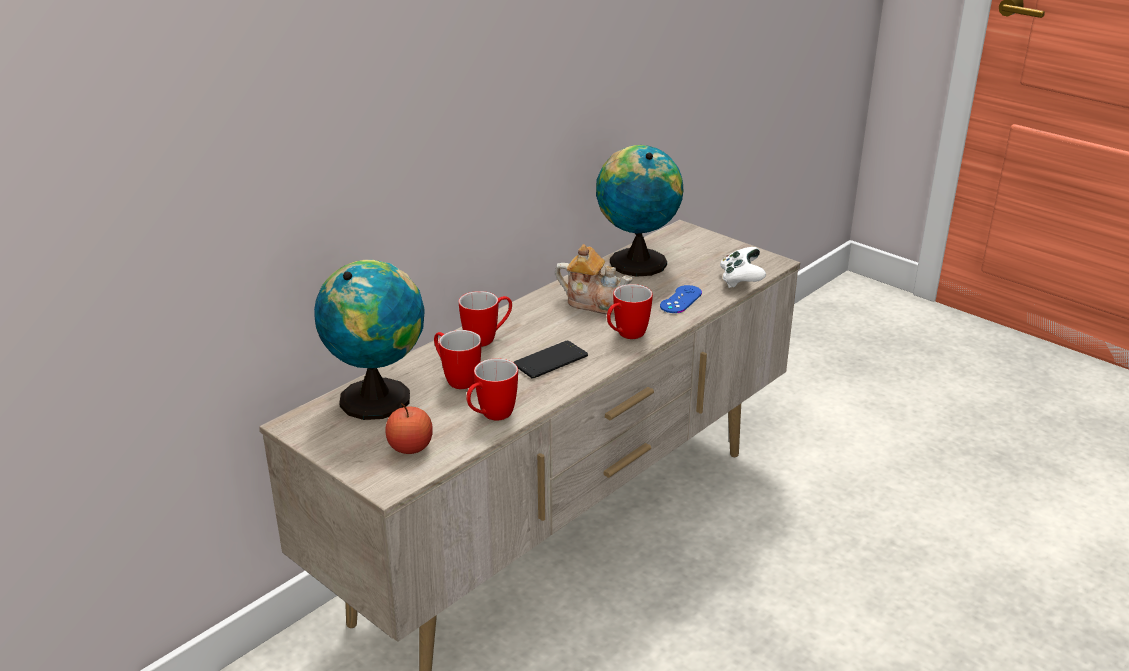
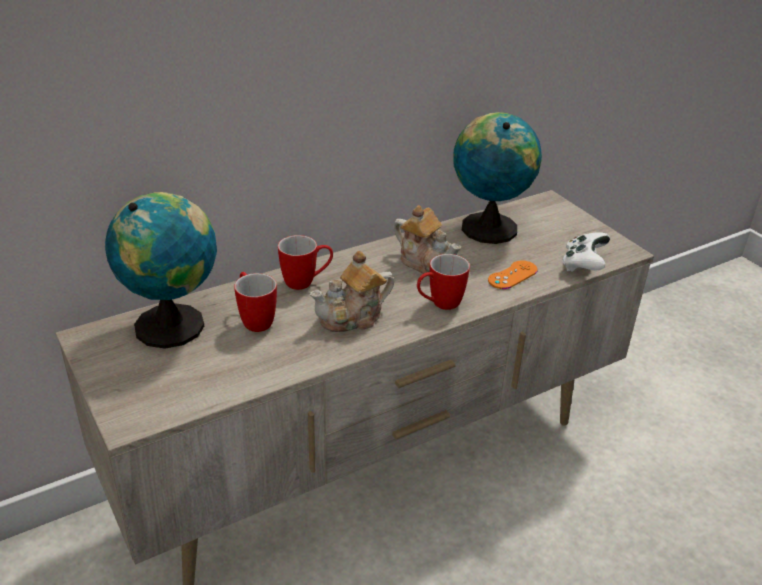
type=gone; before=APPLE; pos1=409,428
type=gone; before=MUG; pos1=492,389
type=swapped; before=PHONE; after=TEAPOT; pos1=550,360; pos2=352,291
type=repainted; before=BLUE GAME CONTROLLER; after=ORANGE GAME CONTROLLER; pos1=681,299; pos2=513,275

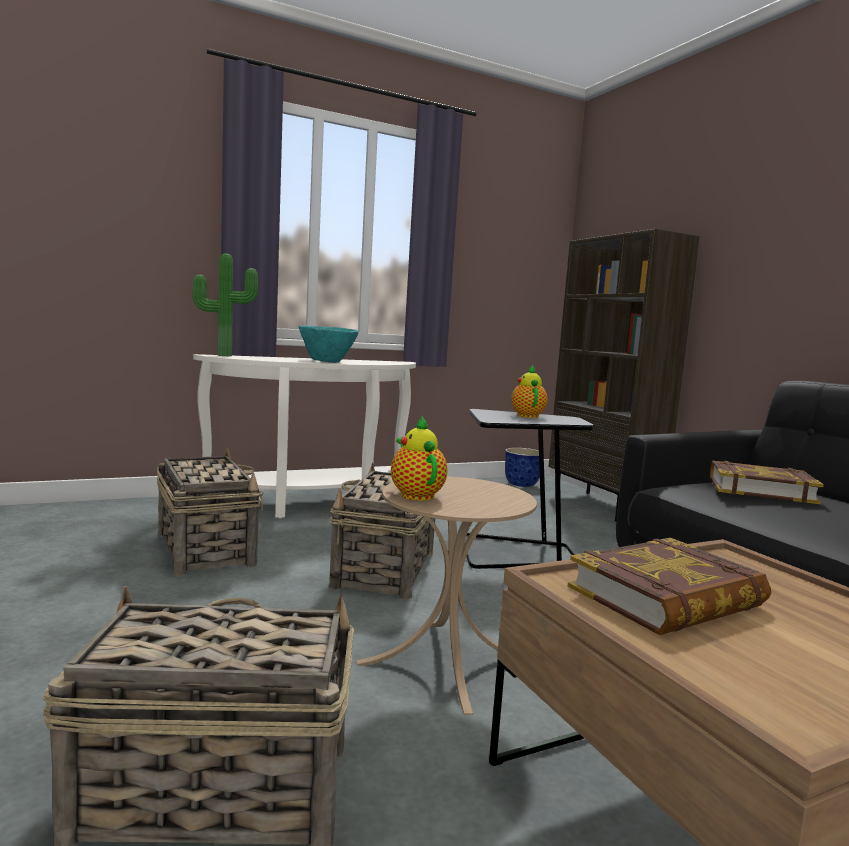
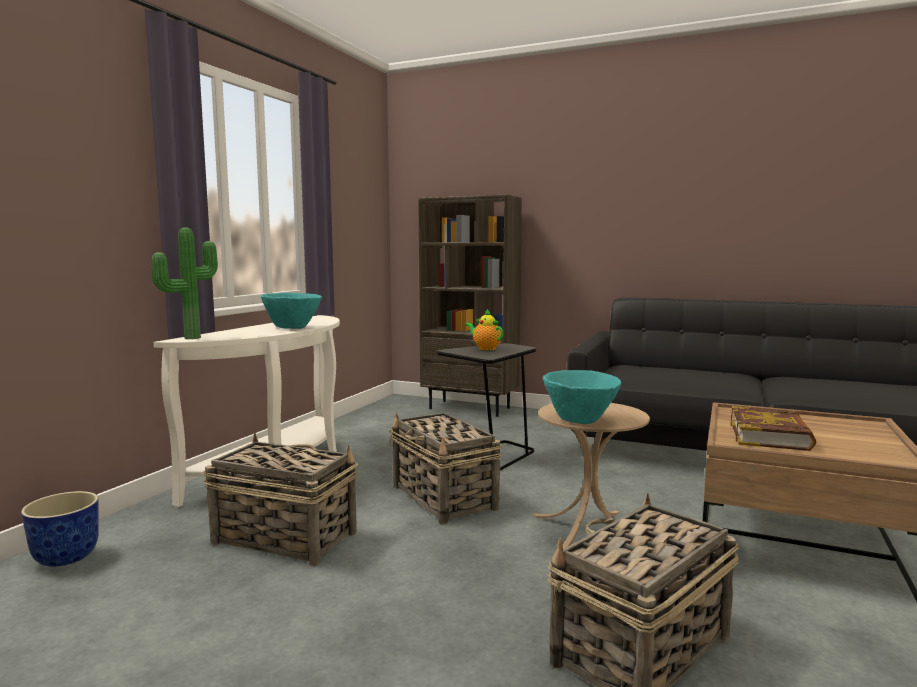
type=gone; before=BOOK; pos1=767,482
type=shifted; before=PLANTER; pos1=522,467; pos2=60,529
type=swapped; before=TEAPOT; after=TURQUOISE BOWL; pos1=419,458; pos2=582,397

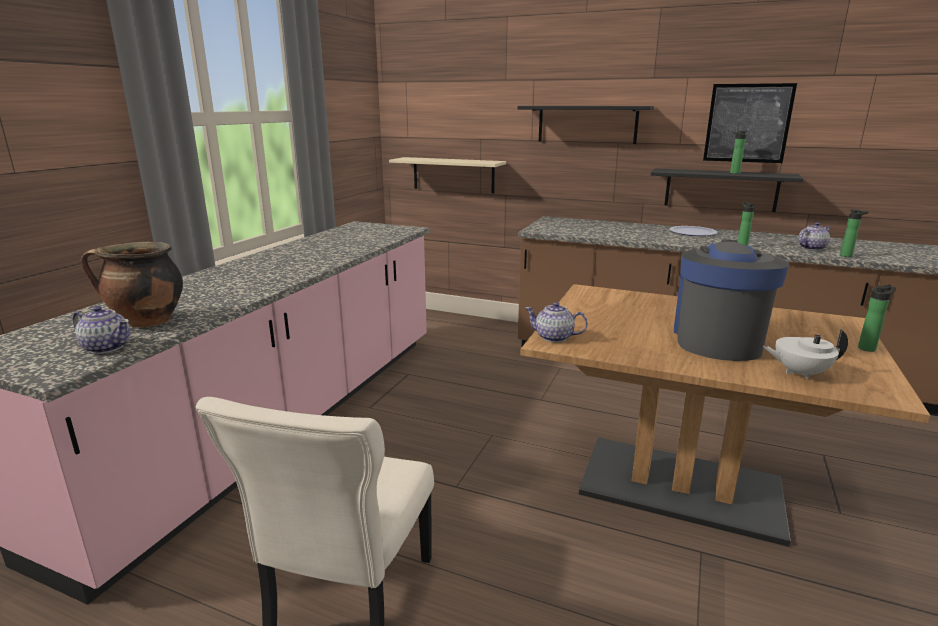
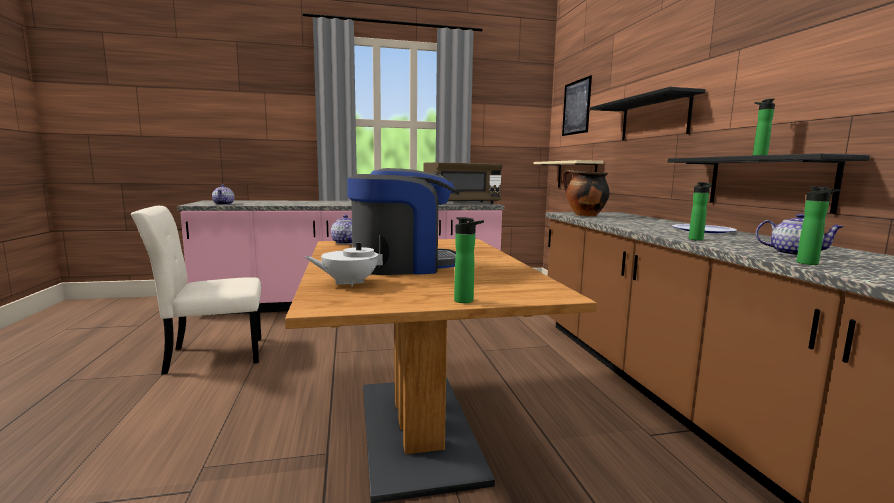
type=new; after=BROWN MICROWAVE; pos2=463,183
type=shifted; before=COOKING POT; pos1=132,284; pos2=586,193
type=shifted; before=PICTURE; pos1=750,123; pos2=577,105
type=rotated; before=WHITE TEAPOT; pos1=805,354; pos2=347,260; turn=-75

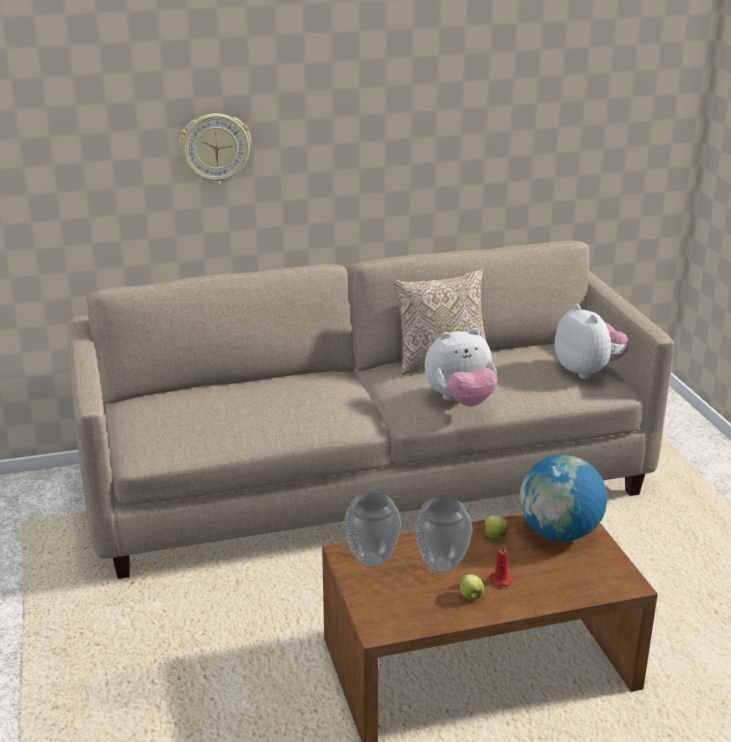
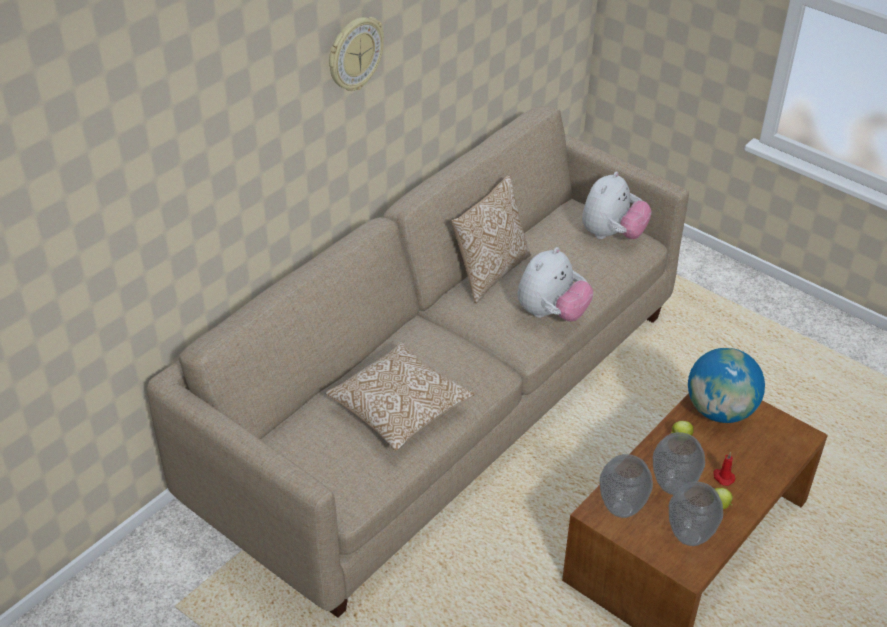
type=new; after=PILLOW; pos2=400,396
type=new; after=VASE; pos2=696,513
type=shifted; before=WALL CLOCK; pos1=215,149; pos2=356,54
type=rotated; before=PLUSH TOY; pos1=591,341; pos2=617,205; turn=90

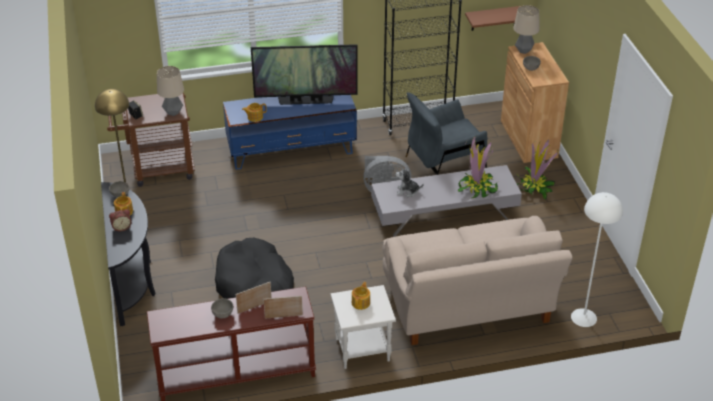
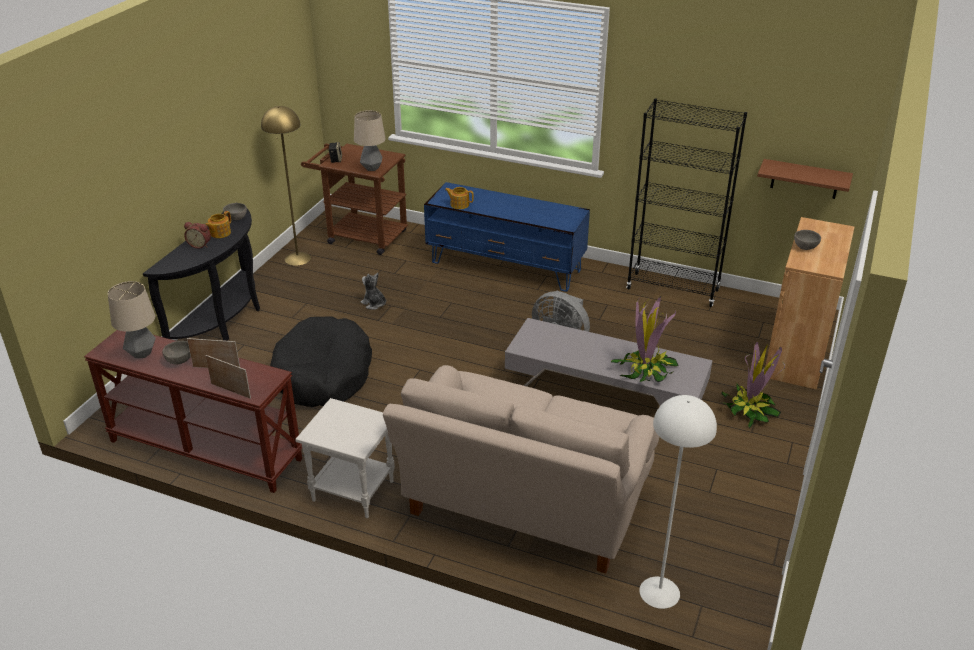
type=gone; before=TELEVISION; pos1=304,74
type=gone; before=TEAPOT; pos1=361,296
type=gone; before=GREY ARMCHAIR; pos1=446,133
type=shifted; before=PLUSH TOY; pos1=409,181; pos2=373,291
type=shifted; before=TABLE LAMP; pos1=526,29; pos2=132,319

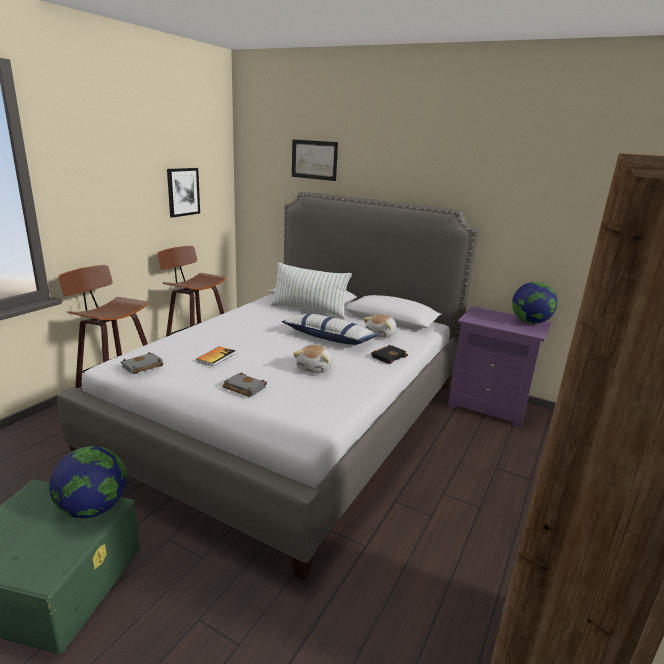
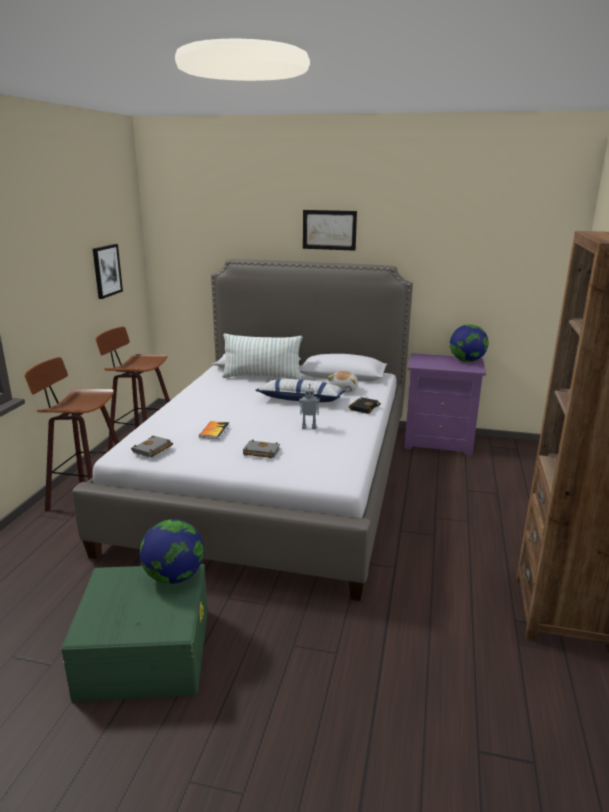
type=shifted; before=PICTURE; pos1=315,160; pos2=330,230
type=swapped; before=PLUSH TOY; after=TOY ROBOT; pos1=312,359; pos2=309,406

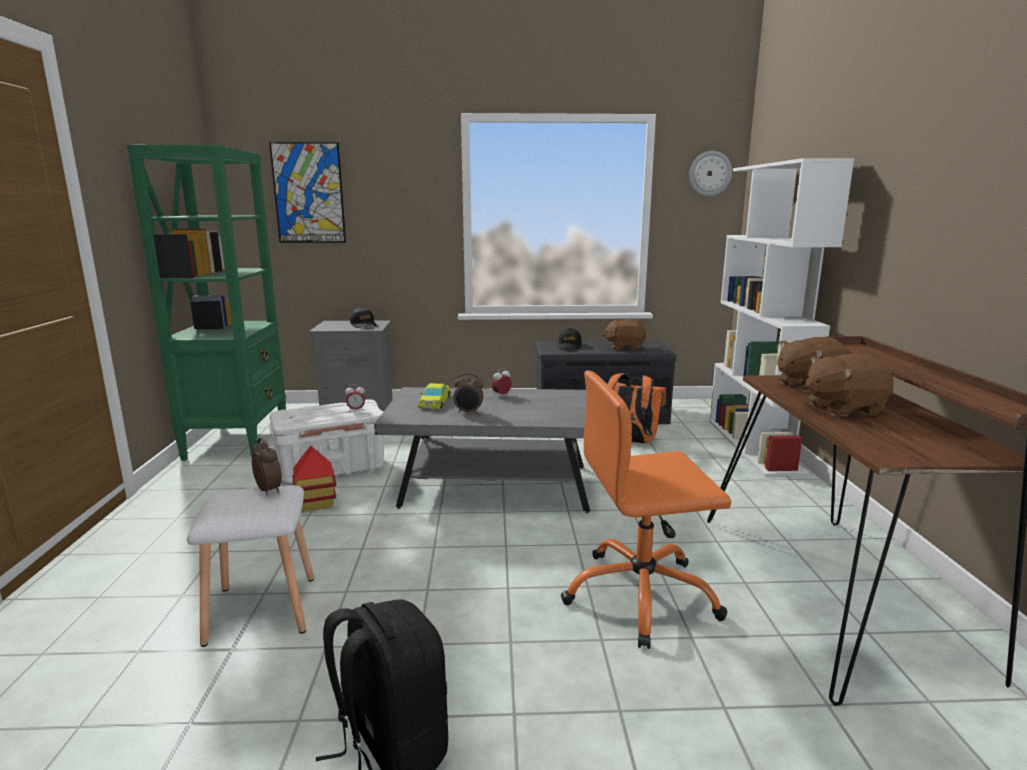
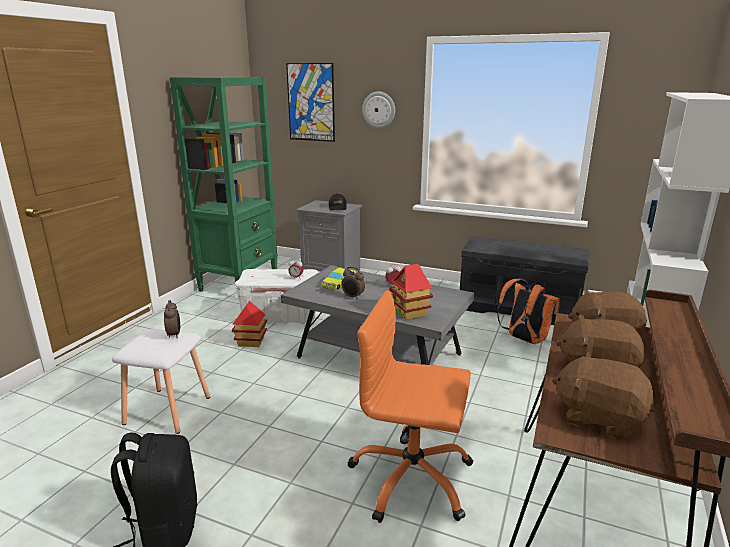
type=gone; before=BLACK CAP; pos1=570,338
type=new; after=TOY HOUSE; pos2=411,292
type=shifted; before=BROWN PLUSH TOY; pos1=624,335; pos2=603,395
type=shifted; before=WALL CLOCK; pos1=710,173; pos2=378,110

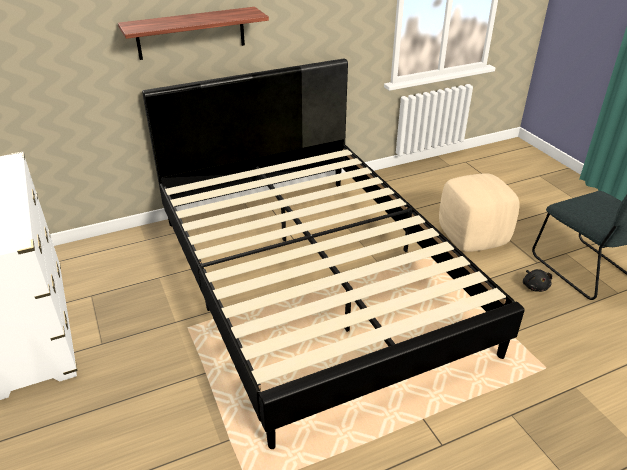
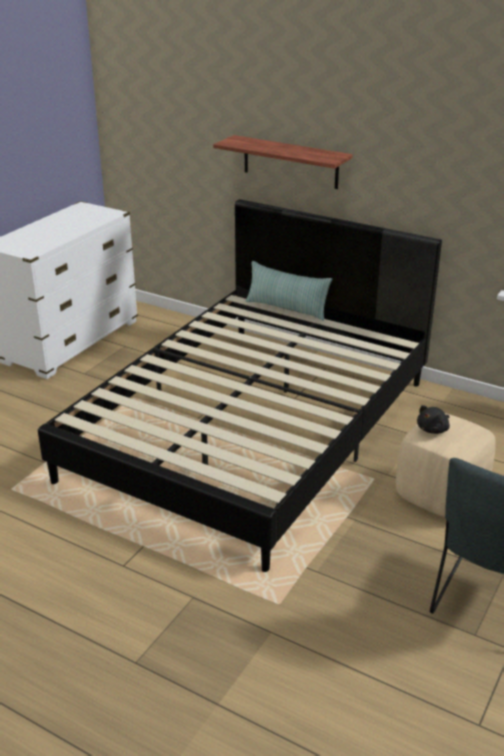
type=new; after=PILLOW; pos2=289,291
type=shifted; before=BLACK PLUSH TOY; pos1=537,280; pos2=433,419

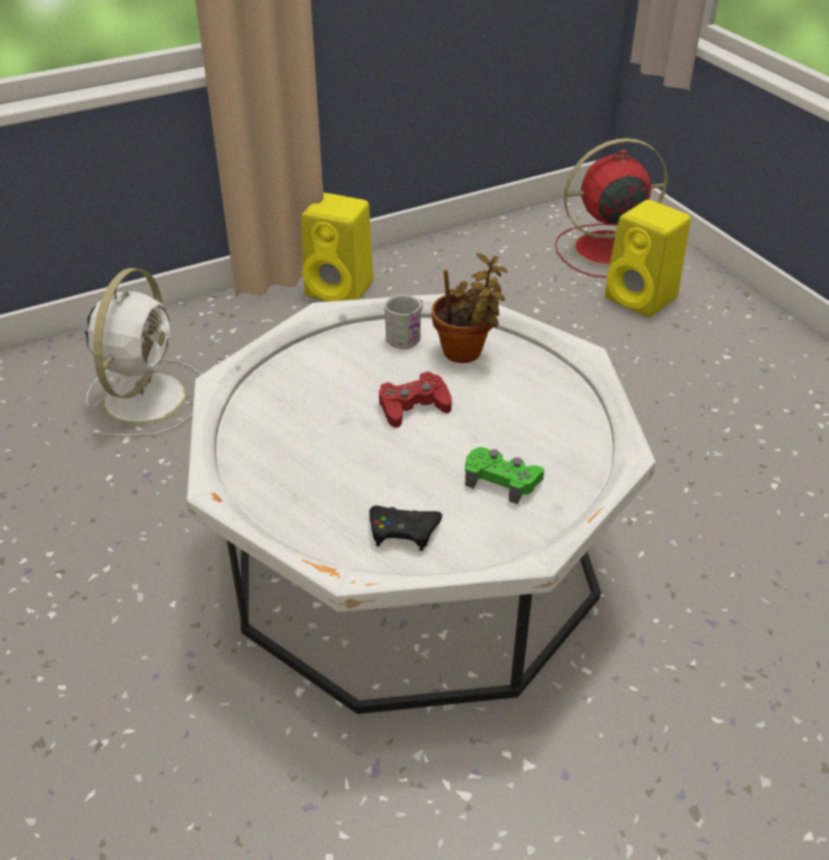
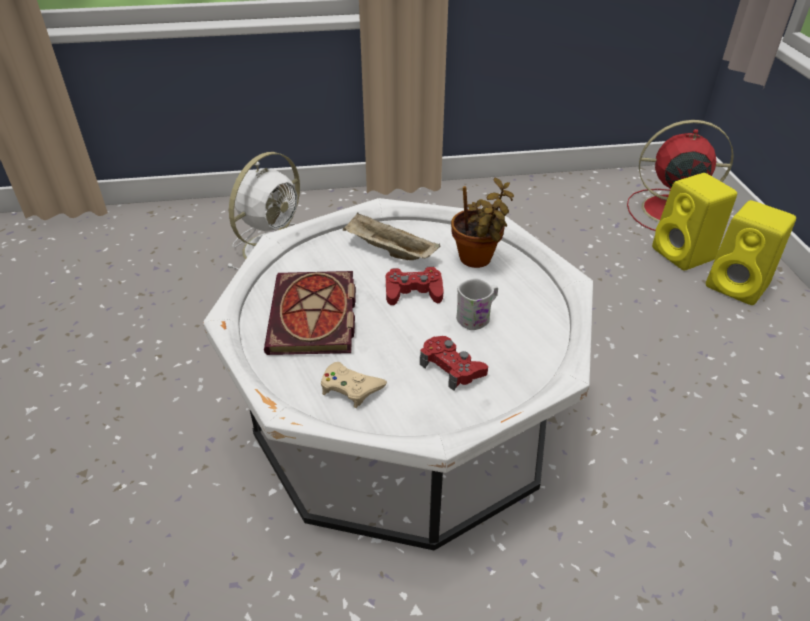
type=new; after=BOOK; pos2=310,313
type=new; after=BEIGE TRAY; pos2=391,236
type=shifted; before=YELLOW SPEAKER; pos1=337,247; pos2=751,252
type=shifted; before=WHITE MUG; pos1=403,322; pos2=477,304
type=repainted; before=BLACK GAME CONTROLLER; after=BEIGE GAME CONTROLLER; pos1=405,528; pos2=354,385
type=repainted; before=GREEN GAME CONTROLLER; after=RED GAME CONTROLLER; pos1=504,475; pos2=454,363

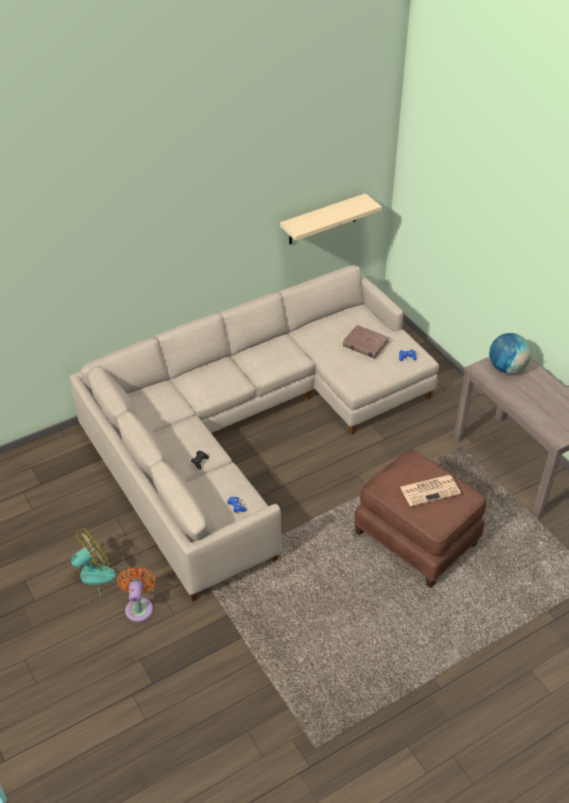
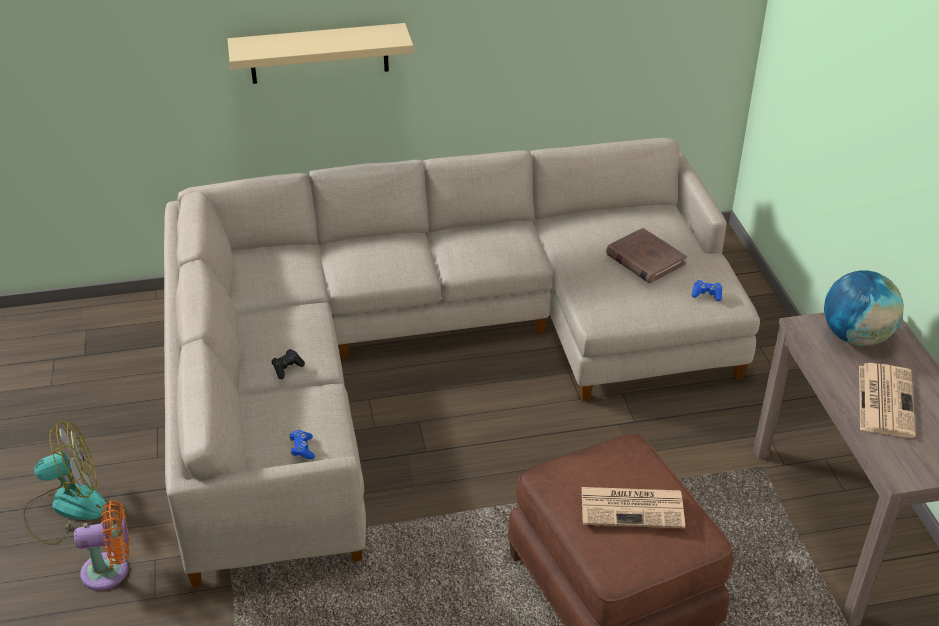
type=new; after=NEWSPAPER; pos2=887,400
type=shifted; before=BEIGE SHELF; pos1=331,218; pos2=320,53
type=rotated; before=ORANGE FAN; pos1=136,594; pos2=101,545; turn=60

